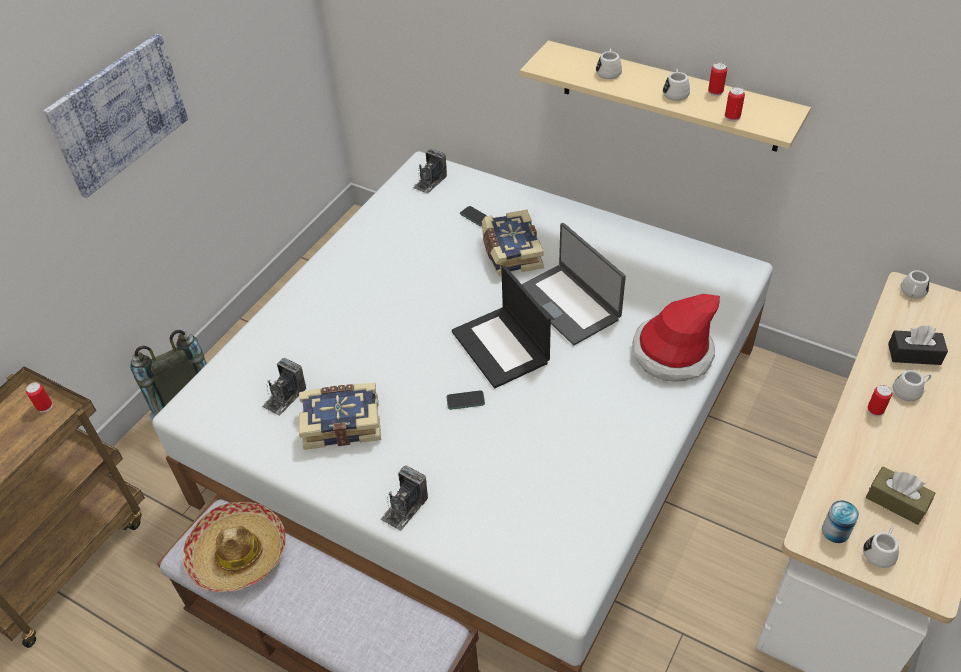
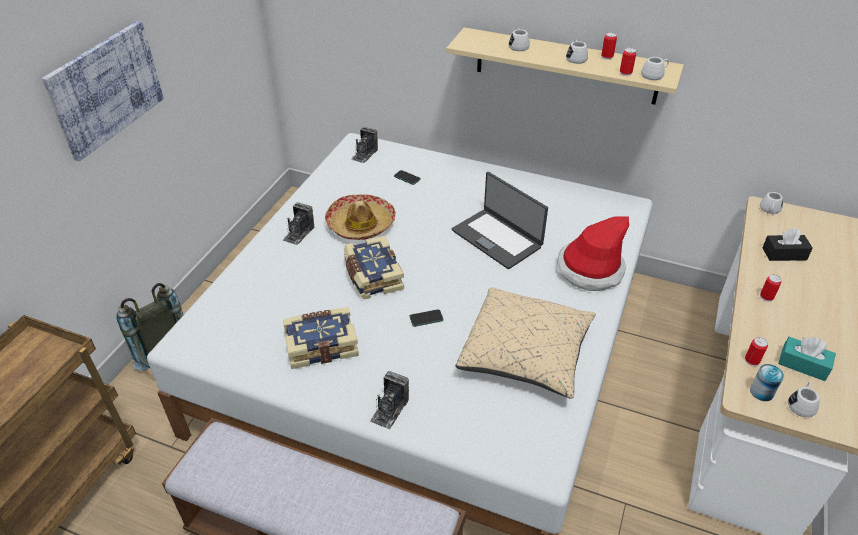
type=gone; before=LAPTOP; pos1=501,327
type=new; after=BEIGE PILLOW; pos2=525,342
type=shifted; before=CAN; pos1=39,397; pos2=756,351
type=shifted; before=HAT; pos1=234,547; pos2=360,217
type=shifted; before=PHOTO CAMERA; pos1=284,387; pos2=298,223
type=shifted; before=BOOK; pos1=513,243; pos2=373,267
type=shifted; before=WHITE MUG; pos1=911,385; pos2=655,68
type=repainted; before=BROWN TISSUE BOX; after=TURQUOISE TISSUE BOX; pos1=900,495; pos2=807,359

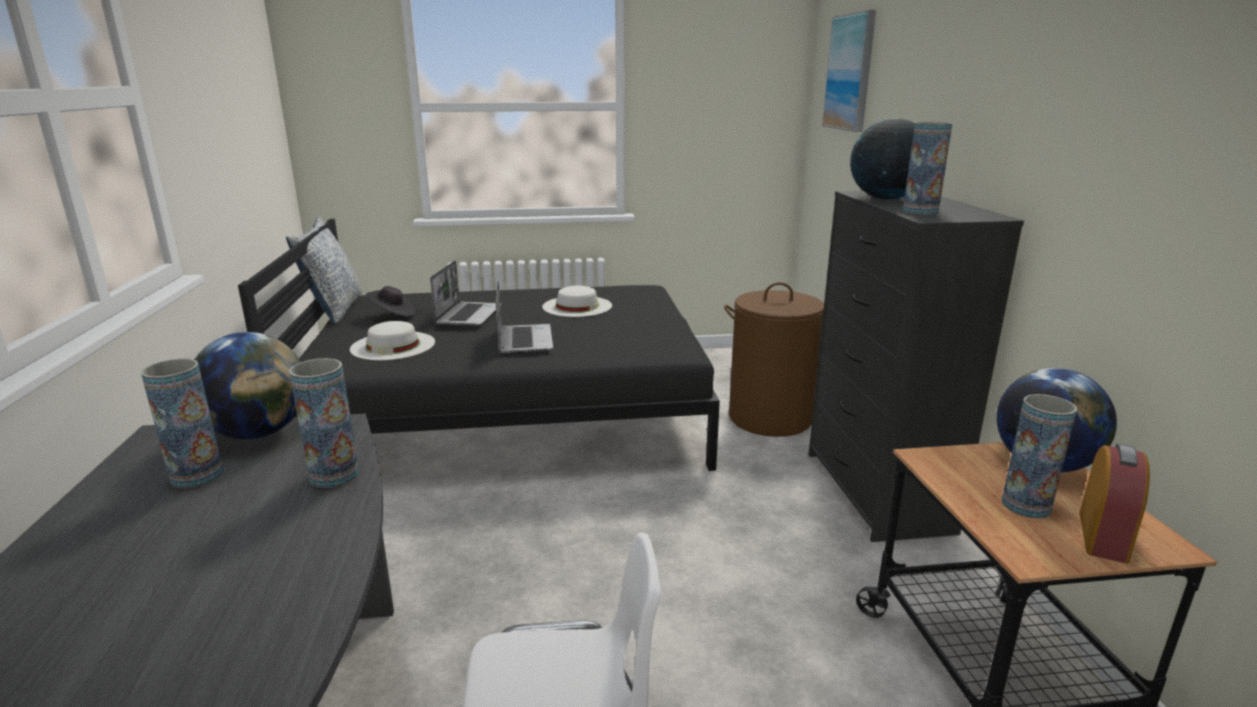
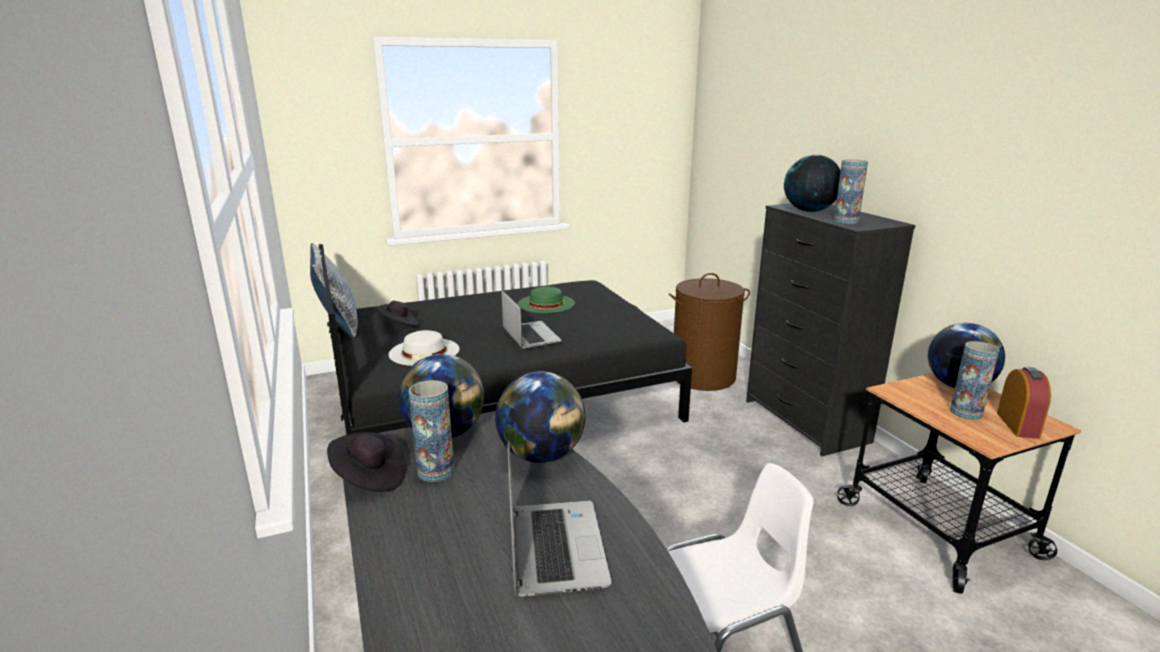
type=gone; before=PICTURE; pos1=849,71
type=new; after=BLACK HAT; pos2=366,462
type=shifted; before=LAPTOP; pos1=466,293; pos2=560,518
type=swapped; before=VASE; after=GLOBE; pos1=324,423; pos2=540,417
type=repainted; before=WHITE HAT; after=GREEN HAT; pos1=577,301; pos2=546,299

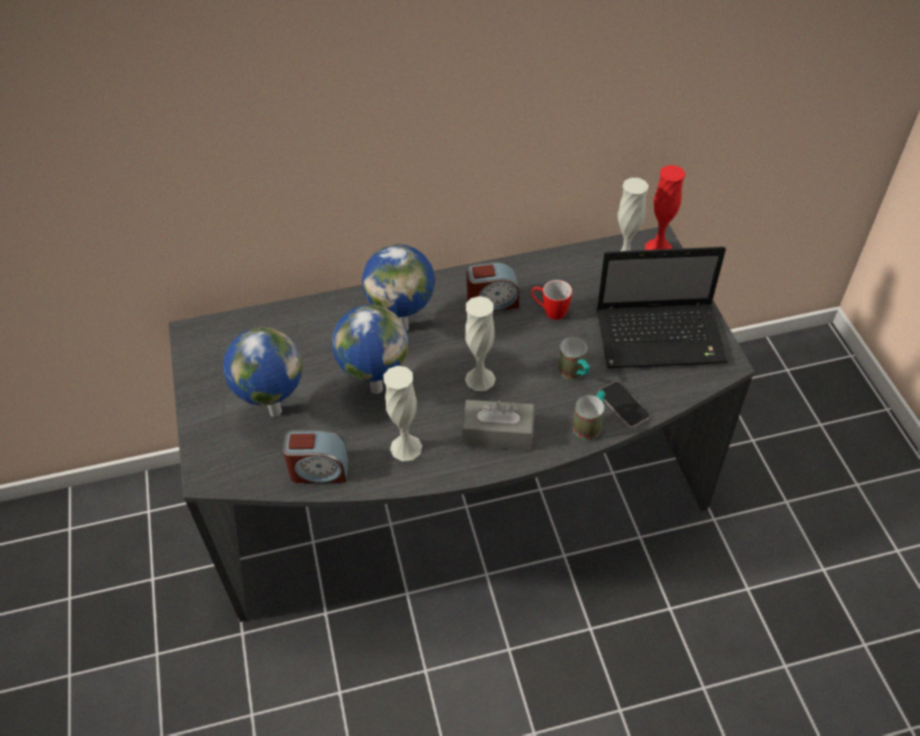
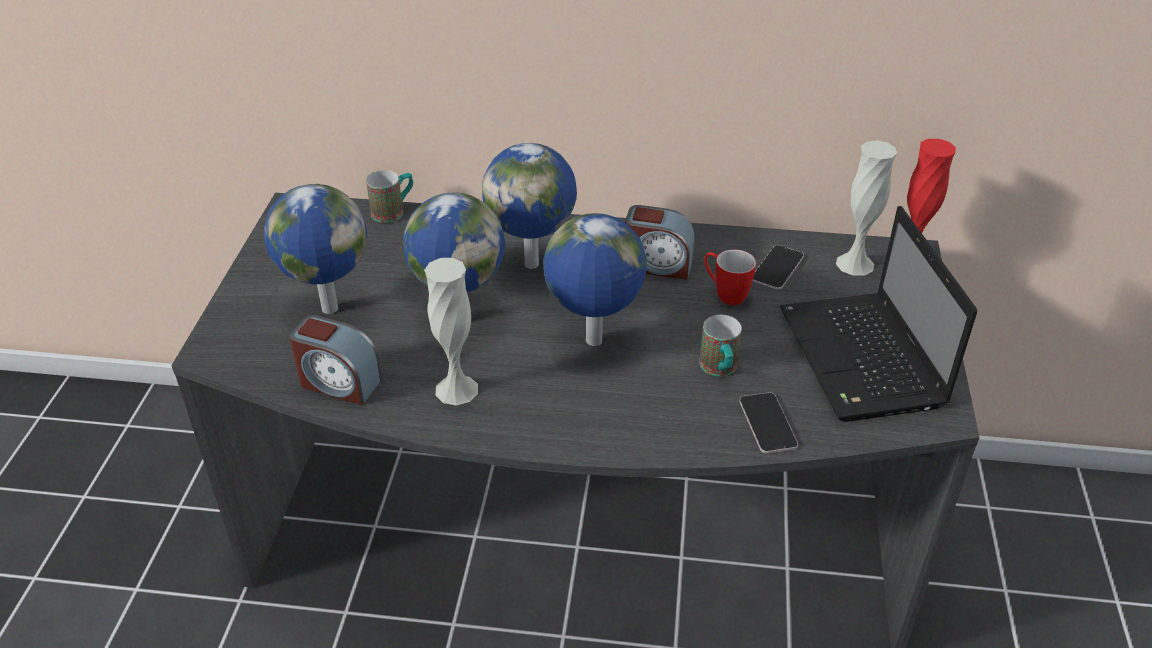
type=gone; before=GREY TISSUE BOX; pos1=498,425
type=new; after=PHONE; pos2=778,267
type=shifted; before=MUG; pos1=589,415; pos2=389,196
type=swapped; before=WHITE VASE; after=GLOBE; pos1=480,343; pos2=595,279
type=rotated; before=LAPTOP; pos1=662,307; pos2=878,314; turn=60

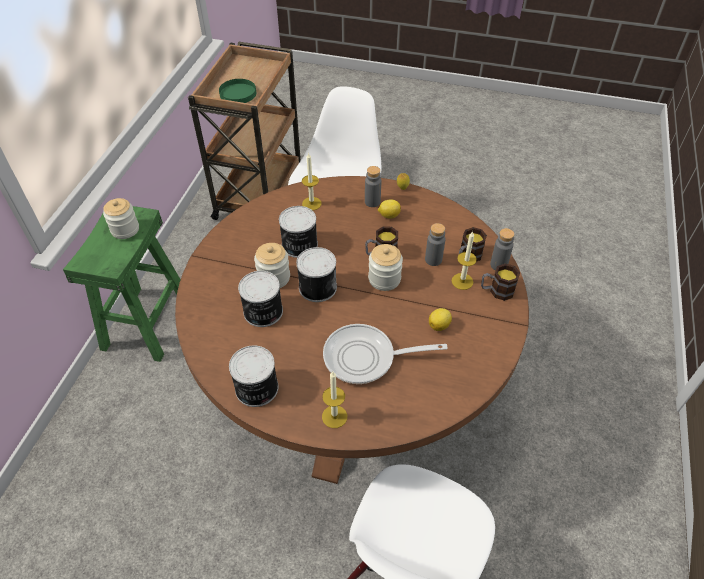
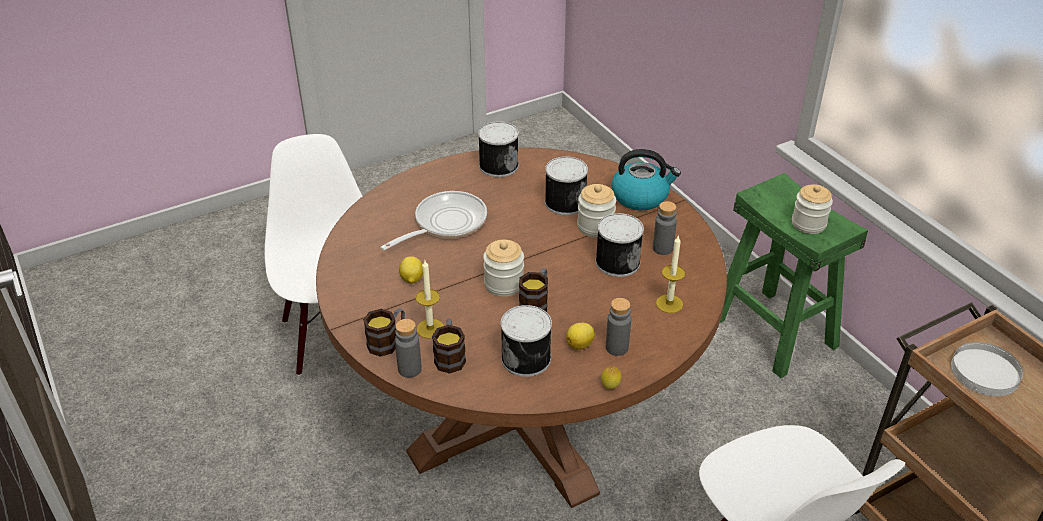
type=gone; before=CANDLE; pos1=334,400
type=new; after=KETTLE; pos2=646,179
type=shifted; before=CAN; pos1=316,274; pos2=526,341
type=shifted; before=GREY BOTTLE; pos1=435,244; pos2=665,228
type=repainted; before=GREEN PLATE; after=WHITE PLATE; pos1=237,91; pos2=987,369

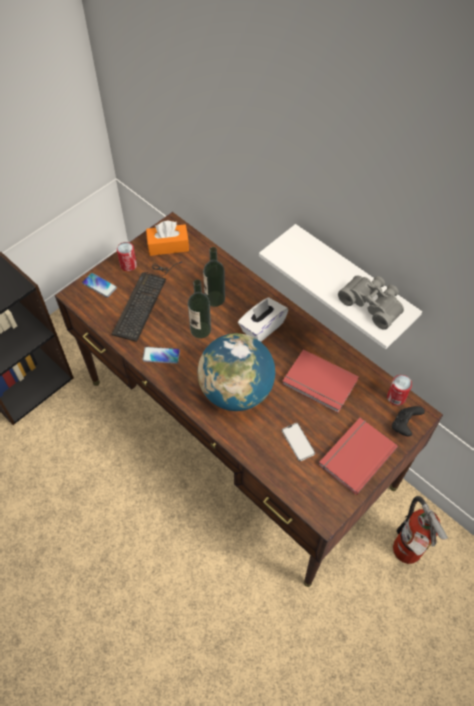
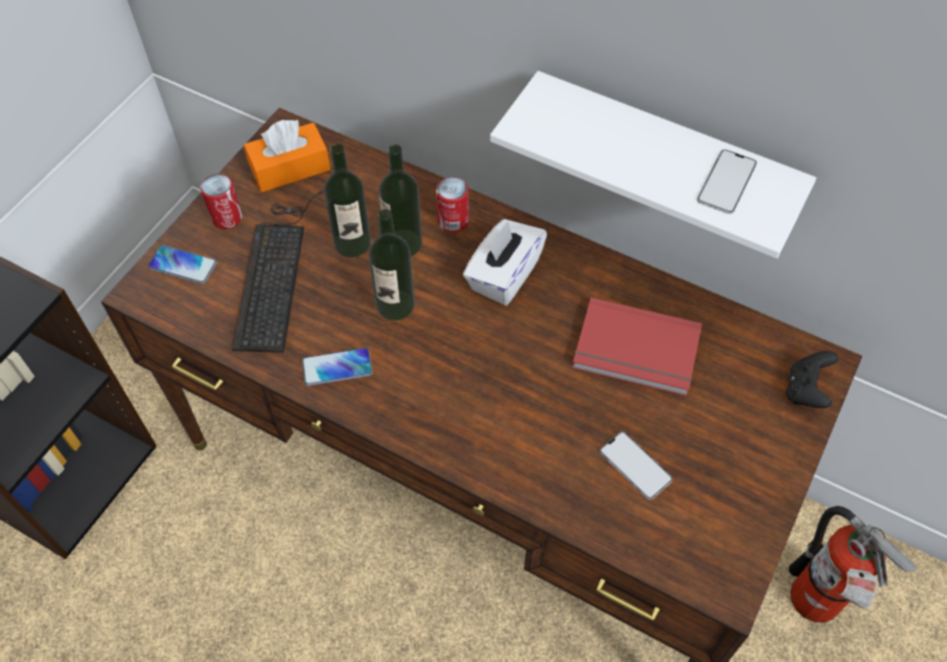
type=gone; before=GLOBE; pos1=236,372
type=gone; before=RED BOOK; pos1=358,456
type=new; after=BOTTLE; pos2=347,200
type=shifted; before=CAN; pos1=399,390; pos2=452,204
type=swapped; before=GREY BINOCULARS; after=PHONE; pos1=371,303; pos2=727,181

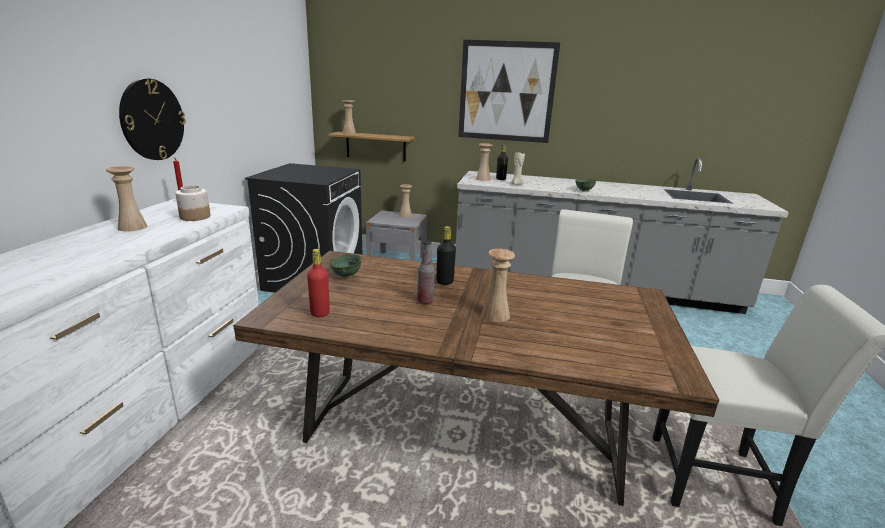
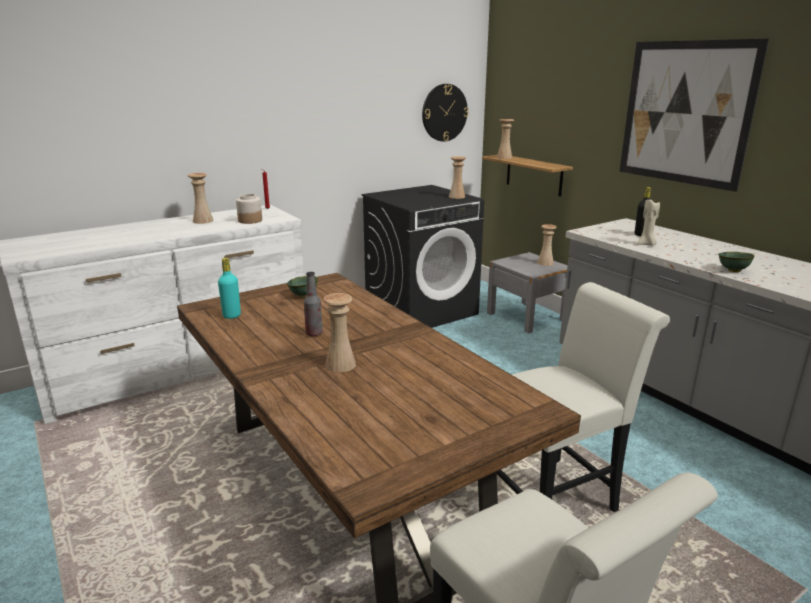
type=gone; before=BLACK BOTTLE; pos1=446,255
type=shifted; before=WALL CLOCK; pos1=152,119; pos2=445,113
type=shifted; before=BEIGE VASE; pos1=484,162; pos2=457,177
type=repainted; before=RED BOTTLE; after=TURQUOISE BOTTLE; pos1=318,283; pos2=229,288

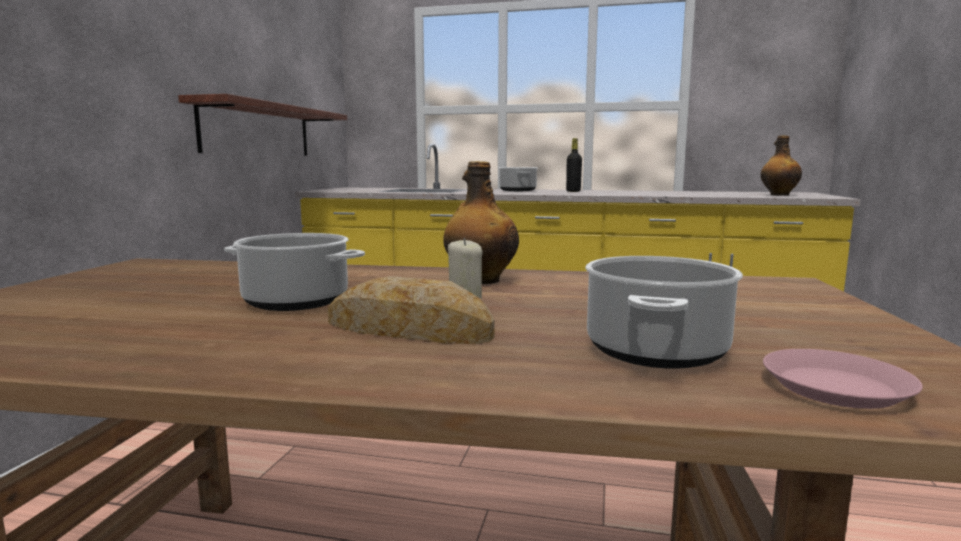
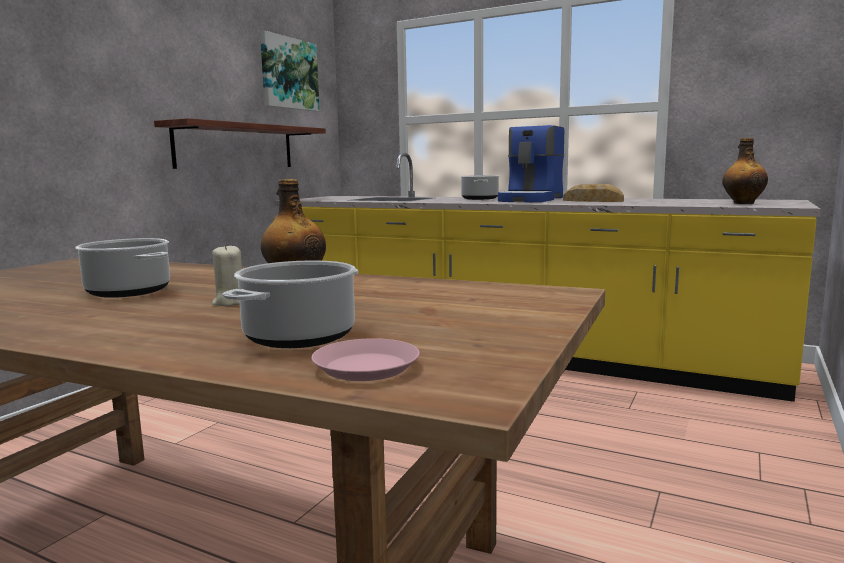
type=new; after=PICTURE; pos2=290,71
type=shifted; before=BREAD; pos1=411,310; pos2=593,193
type=swapped; before=BLACK BOTTLE; after=COFFEE MACHINE; pos1=574,165; pos2=531,163

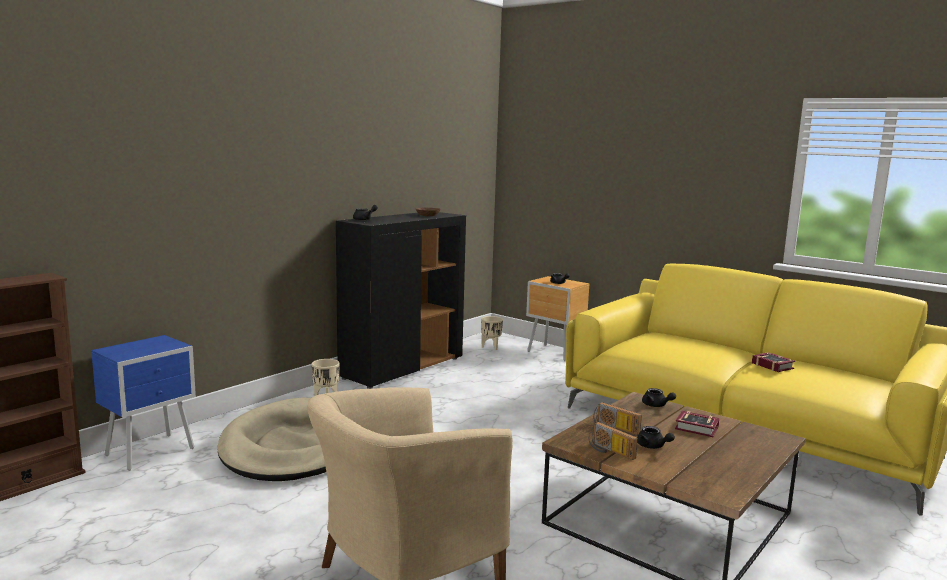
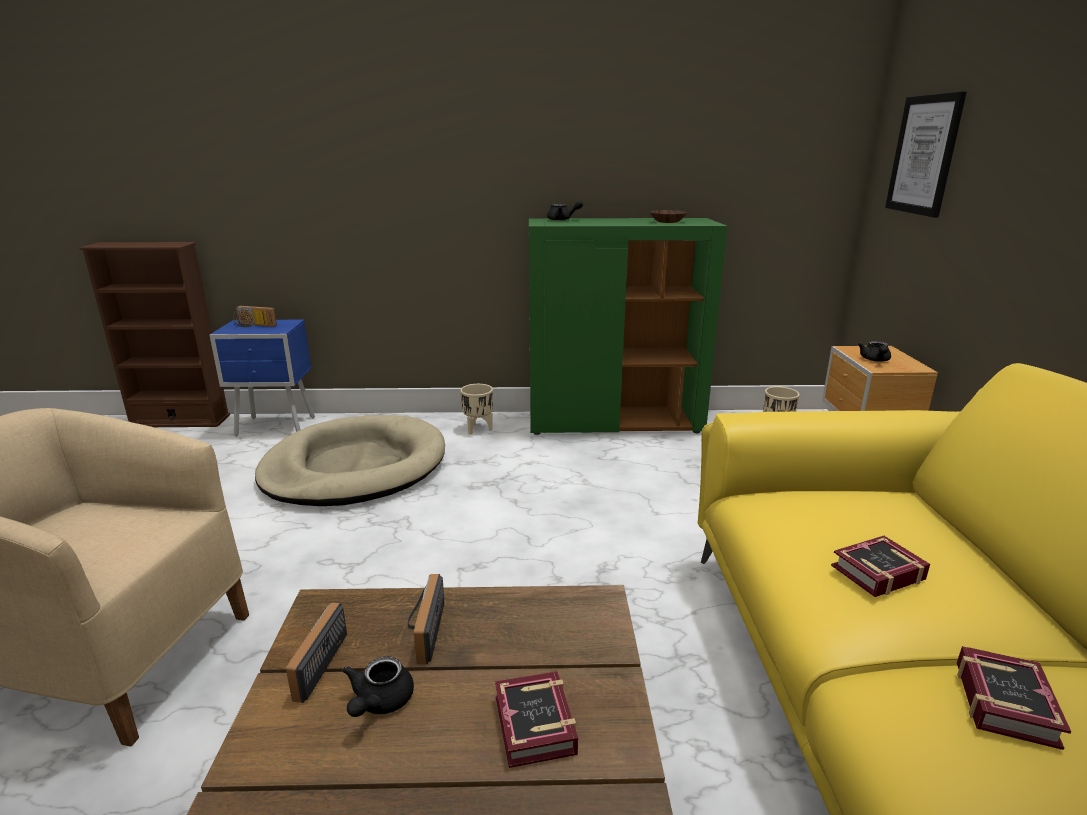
type=gone; before=BLACK TEAPOT; pos1=659,397
type=new; after=RADIO; pos2=255,316
type=new; after=BOOK; pos2=880,566
type=new; after=PICTURE; pos2=926,154
type=repainted; before=BLACK CABINET; after=GREEN CABINET; pos1=401,300; pos2=628,326

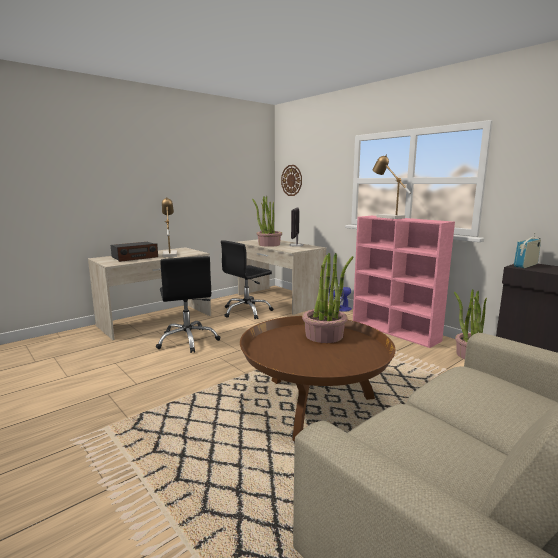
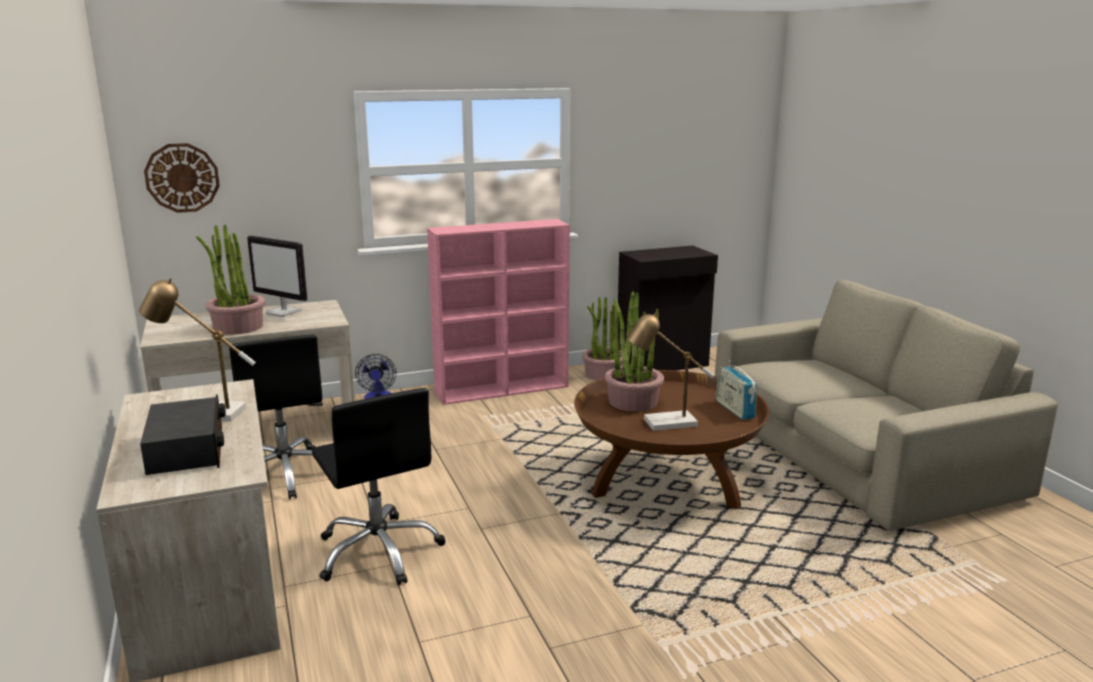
type=shifted; before=TABLE LAMP; pos1=391,186; pos2=670,371
type=shifted; before=RADIO; pos1=527,251; pos2=736,390
type=rotated; before=BLACK OFFICE CHAIR; pos1=188,304; pos2=378,486; turn=60

